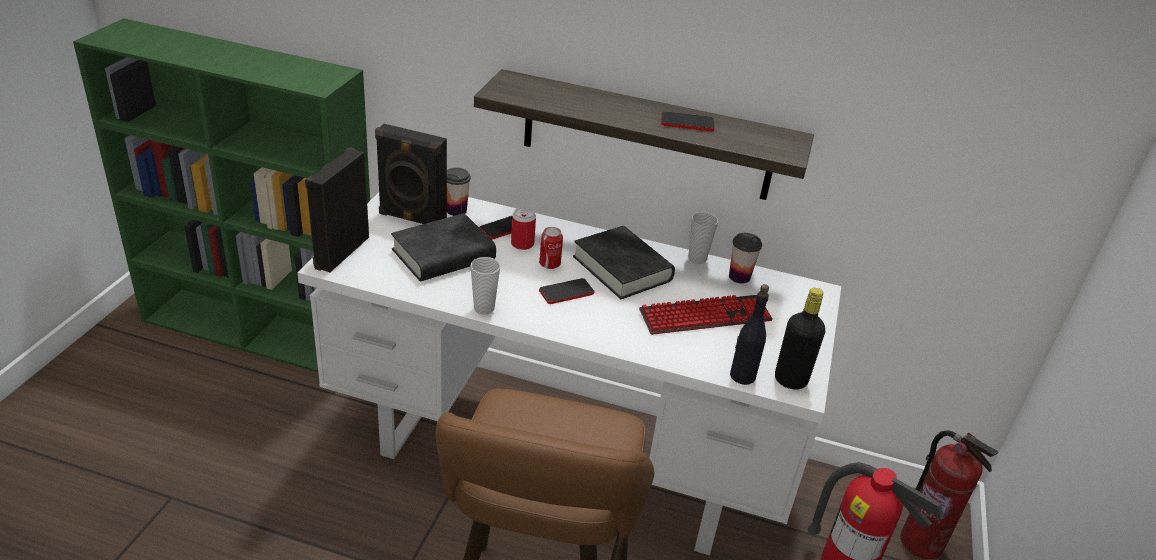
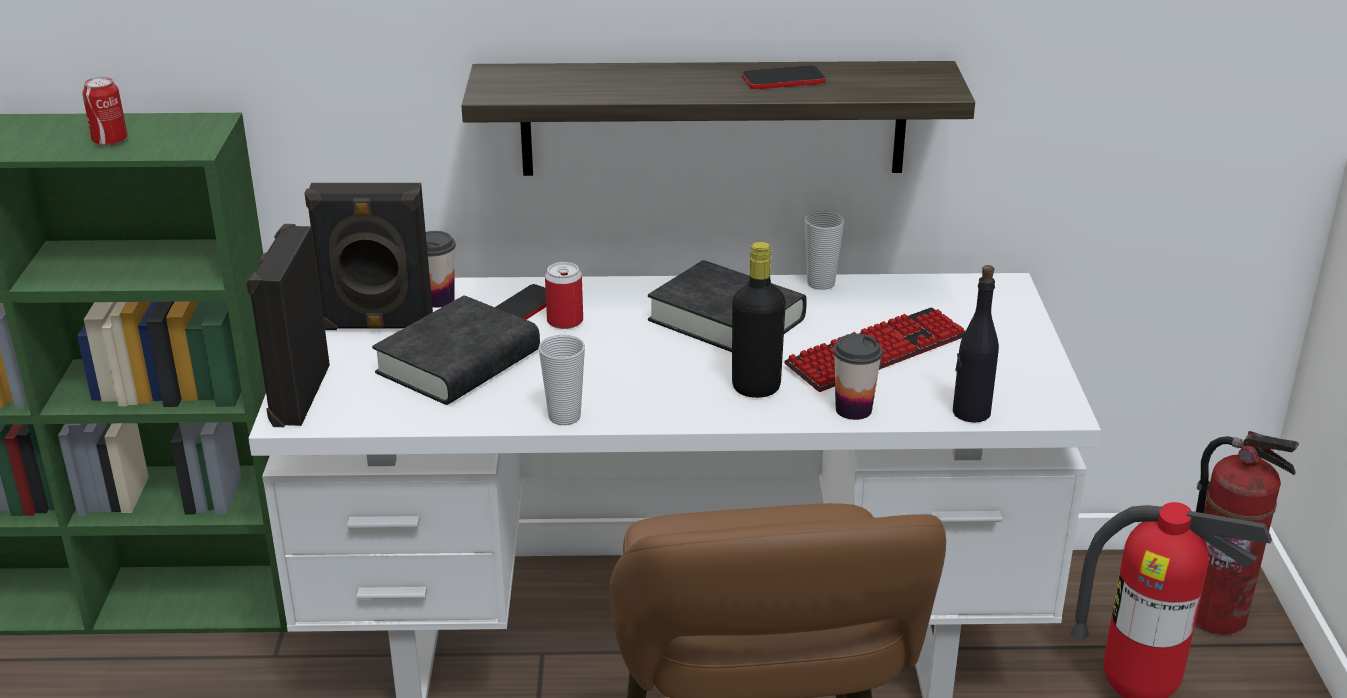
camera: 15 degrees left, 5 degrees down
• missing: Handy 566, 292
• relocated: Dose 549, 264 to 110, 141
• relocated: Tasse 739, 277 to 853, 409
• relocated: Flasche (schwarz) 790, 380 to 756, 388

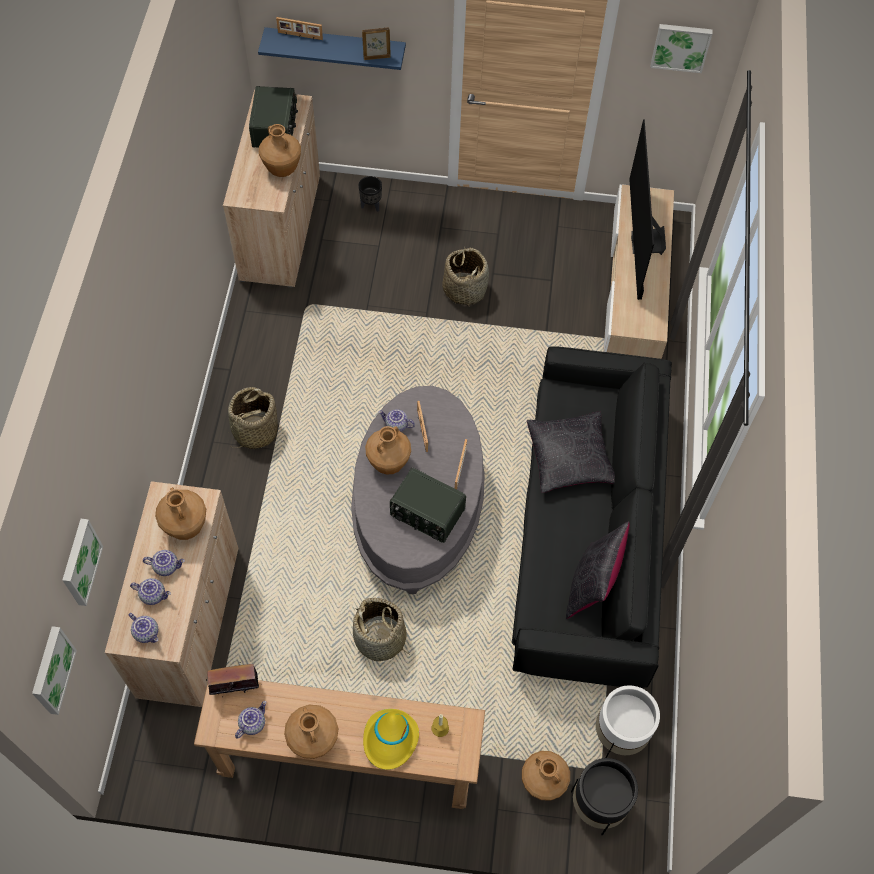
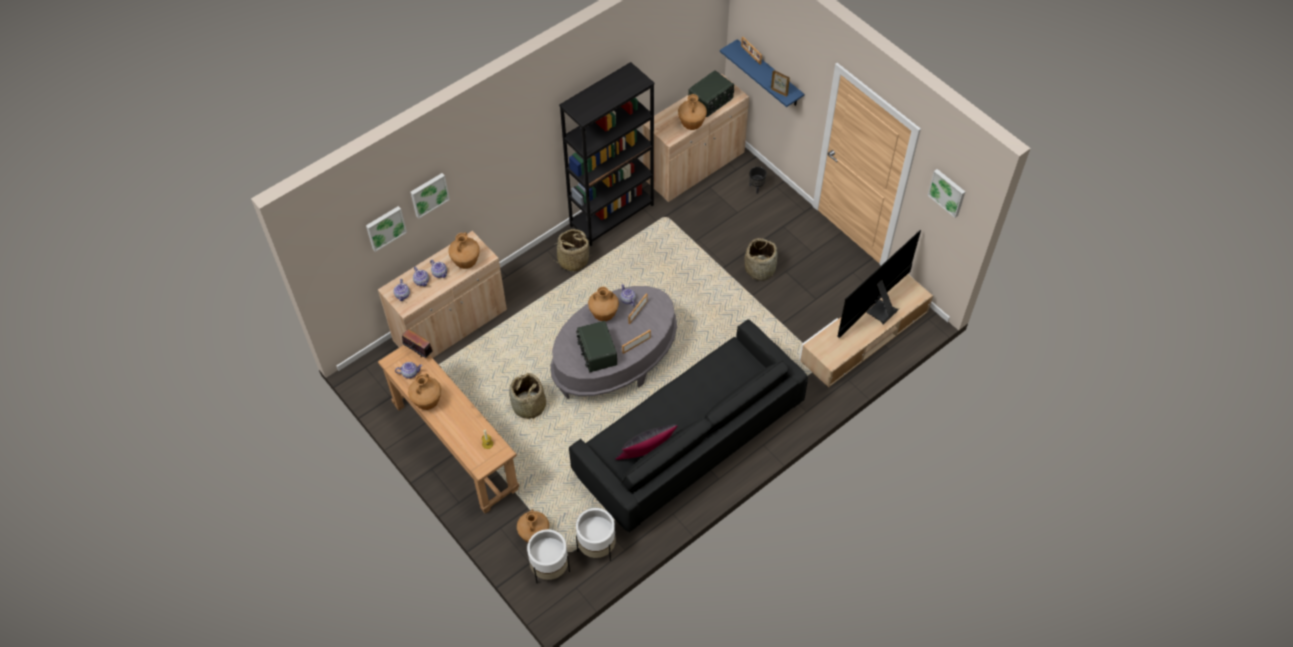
camera: 45 degrees right, 5 degrees down
• missing: Hut (gelb) 390, 740
• missing: Kissen (schwarz) 569, 458
• appeared: Bücherregal (schwarz) 612, 215
• relocated: Bild 51, 670 to 429, 194
• colour: Pflanzkübel (schwarz) 598, 805 to Pflanzkübel (weiß) 550, 568

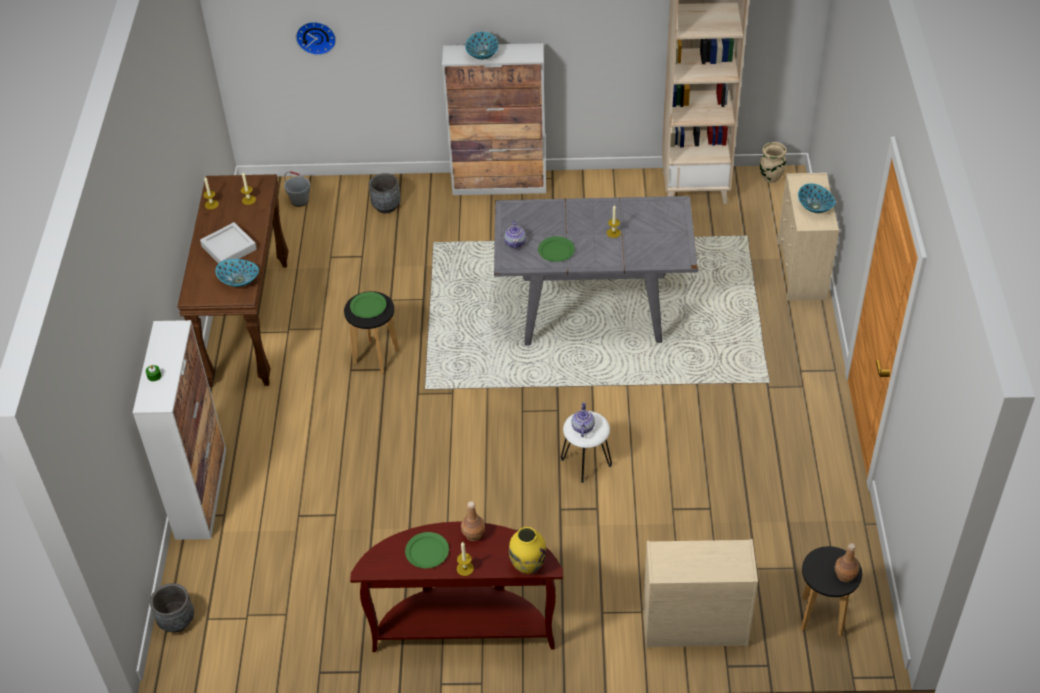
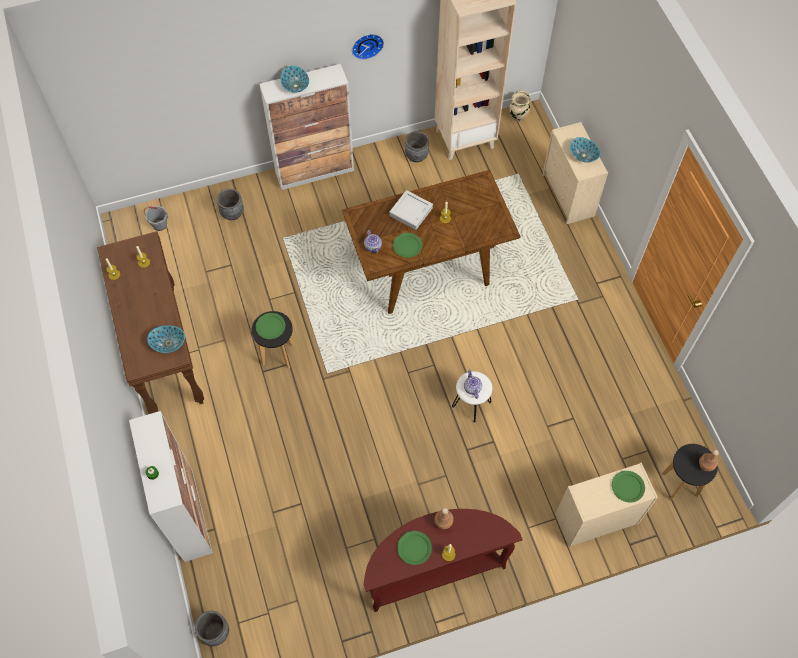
camera: 20 degrees left, 15 degrees up
• missing: Vase (gelb) 527, 565
• appeared: Pflanzkübel (grau) 416, 156
• appeared: Teller (grün) 627, 486
• relocated: Tablett (grau) 229, 248 to 411, 212
• relocated: Wanduhr 316, 36 to 367, 44
• colour: Esstisch (grau) 593, 309 to Esstisch (braun) 428, 268

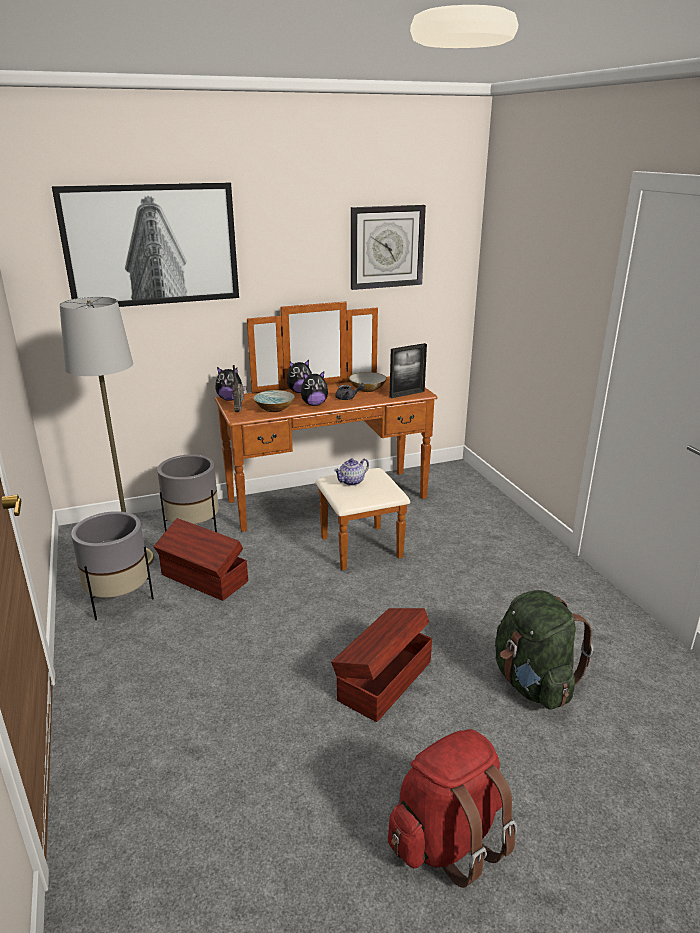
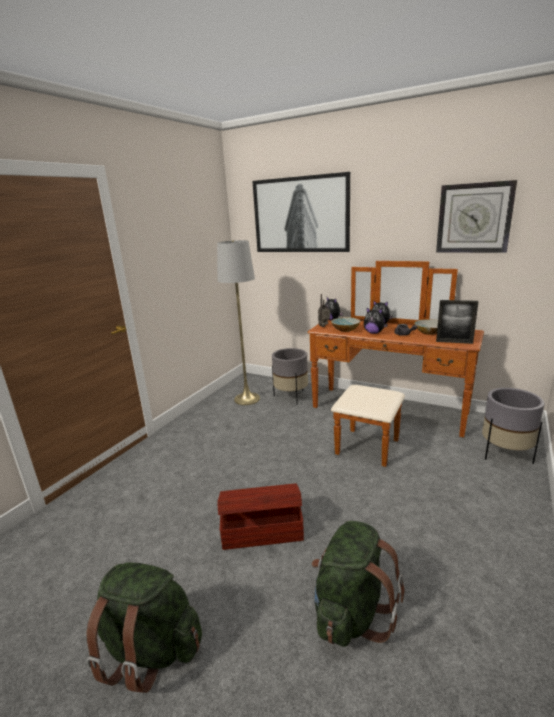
camera: 50 degrees right, 5 degrees down
• missing: Aufbewahrungsbox (braun) 204, 579
• missing: Teekanne 352, 482
• relocated: Pflanzkübel (grau) 119, 601 to 505, 454
• colour: Rucksack (rot) 448, 839 to Rucksack (grün) 150, 650

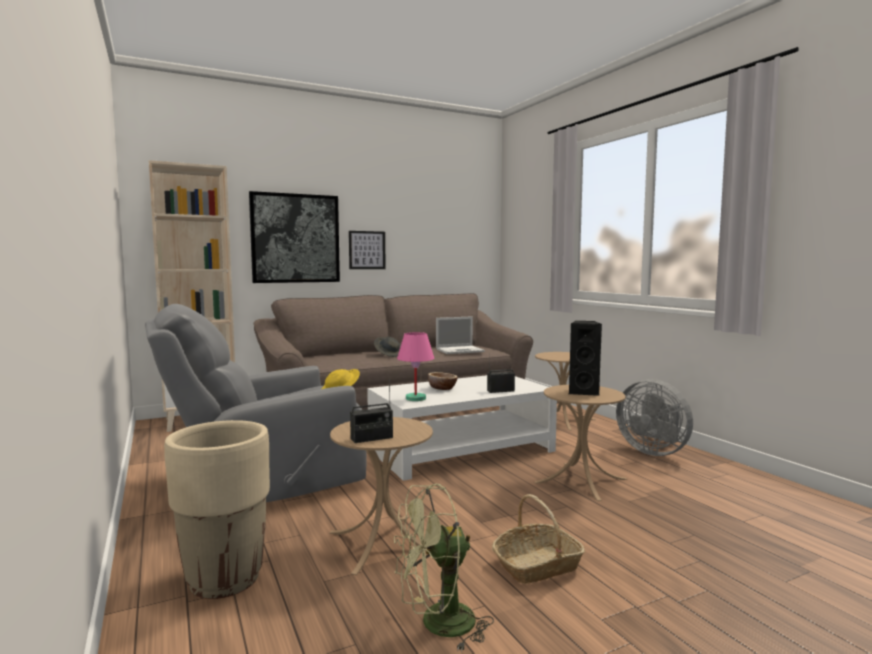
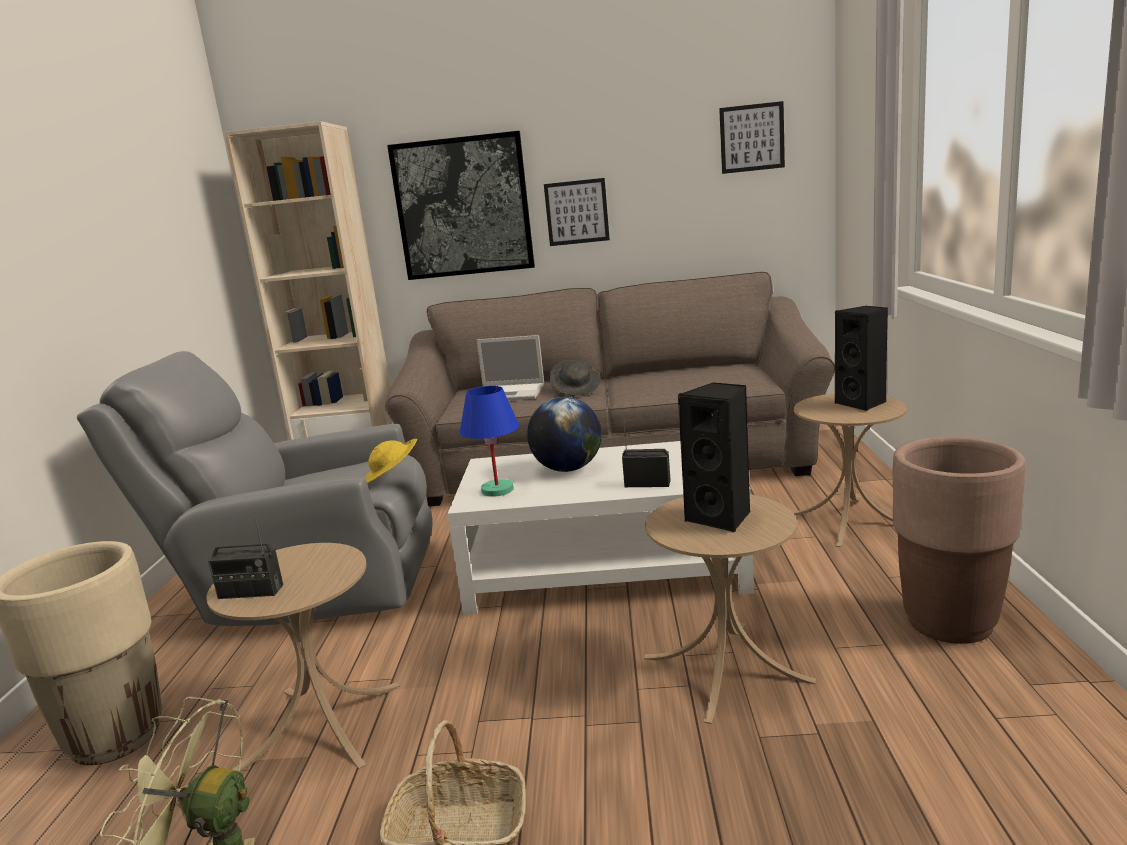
camera: 30 degrees right, 10 degrees up
• appeared: Bild 752, 138
• appeared: Lautsprecher (schwarz) 862, 403
• relocated: Laptop 460, 350 to 510, 393
• exchanged: Schüssel 442, 388 to Globus 568, 469
• exchanged: Ventilator (grau) 653, 451 to Pflanzkübel (braun) 950, 623
• colour: Tischlampe (rosa) 416, 398 to Tischlampe (blau) 498, 490

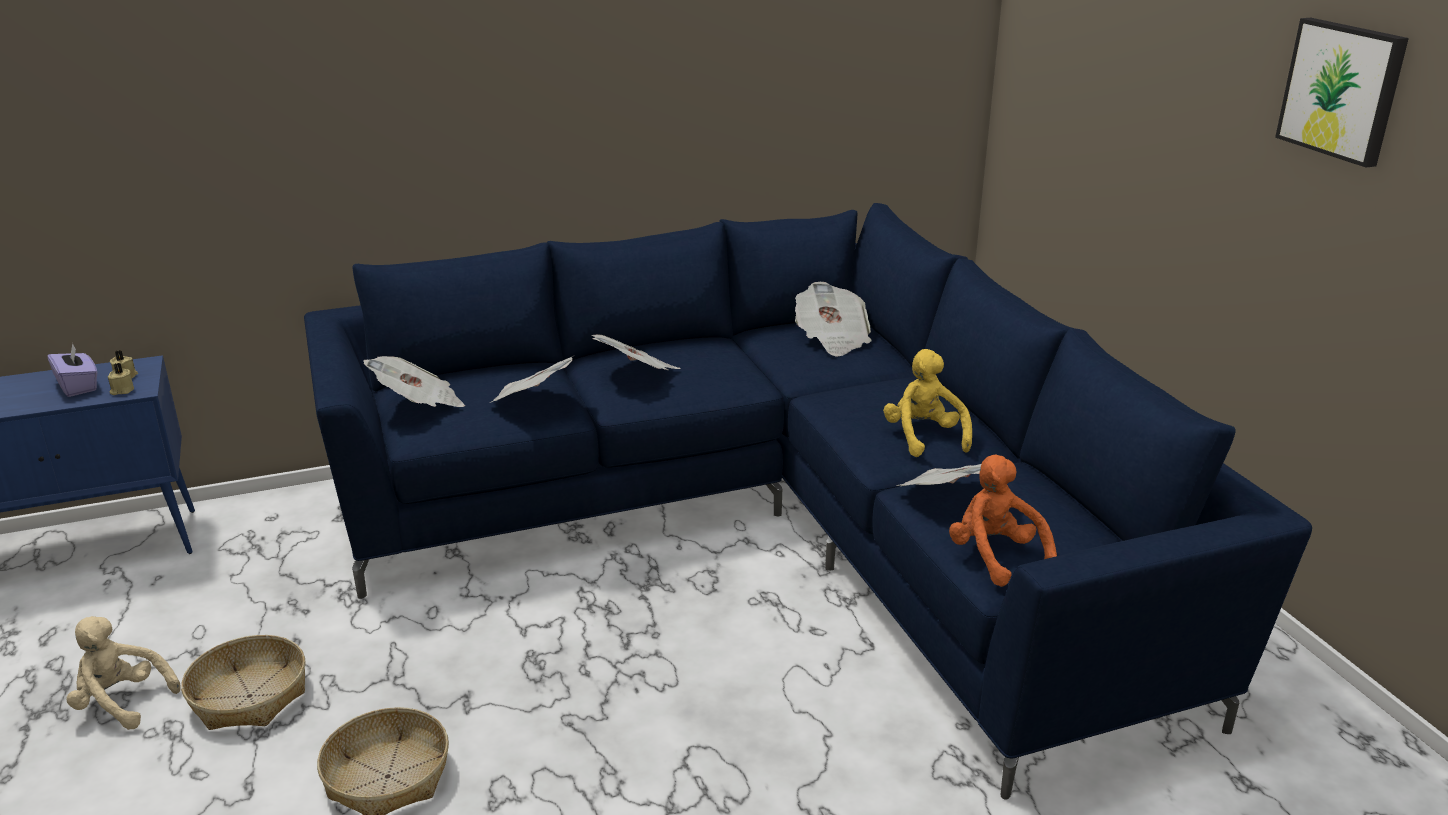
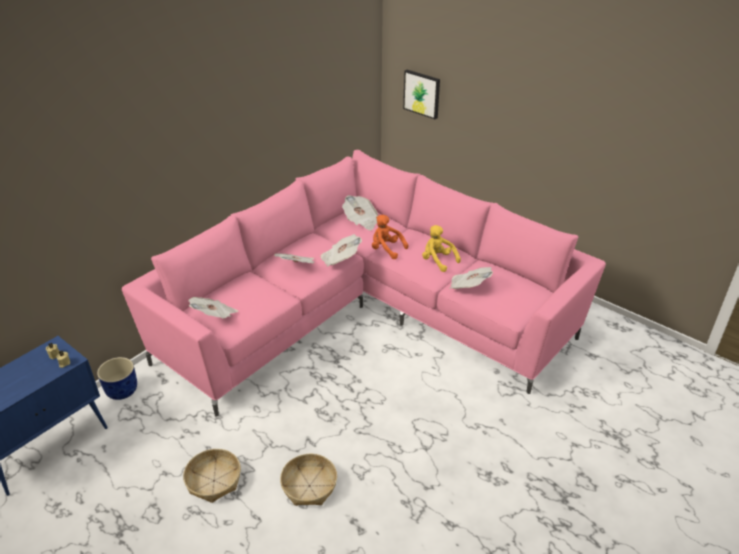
camera: 30 degrees left, 10 degrees up
• missing: Taschentuchbox (lila) 78, 386
• missing: Plüschtier (beige) 121, 703
• appeared: Pflanzkübel (blau) 122, 390
• relocated: Zeitung 533, 401 to 340, 259
• relocated: Plüschtier (orange) 995, 556 to 386, 249
• relocated: Bild 1342, 90 to 422, 93
• colour: Sofa (blau) 772, 527 to Sofa (rosa) 364, 313

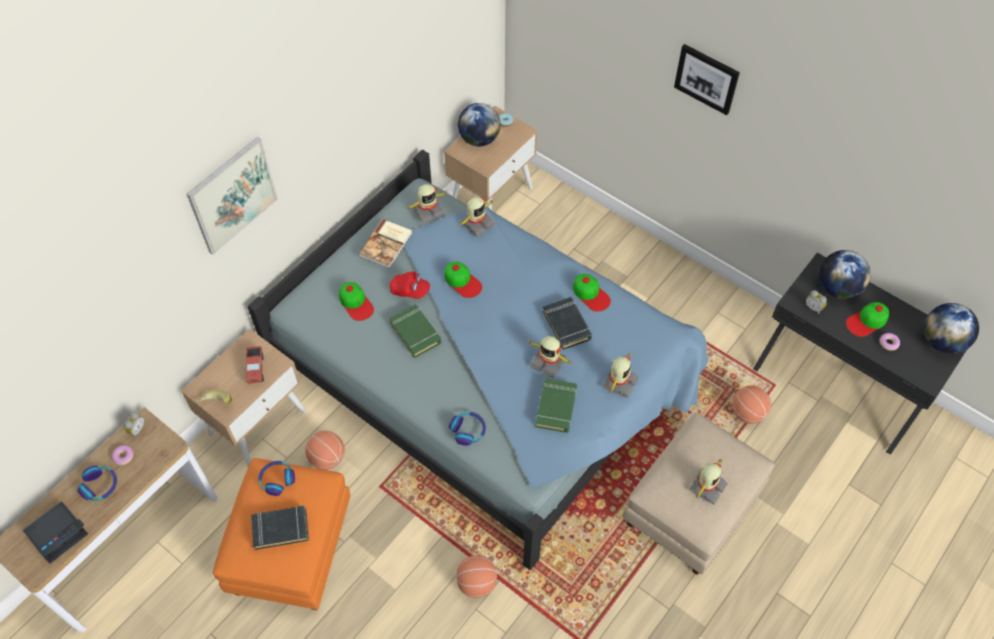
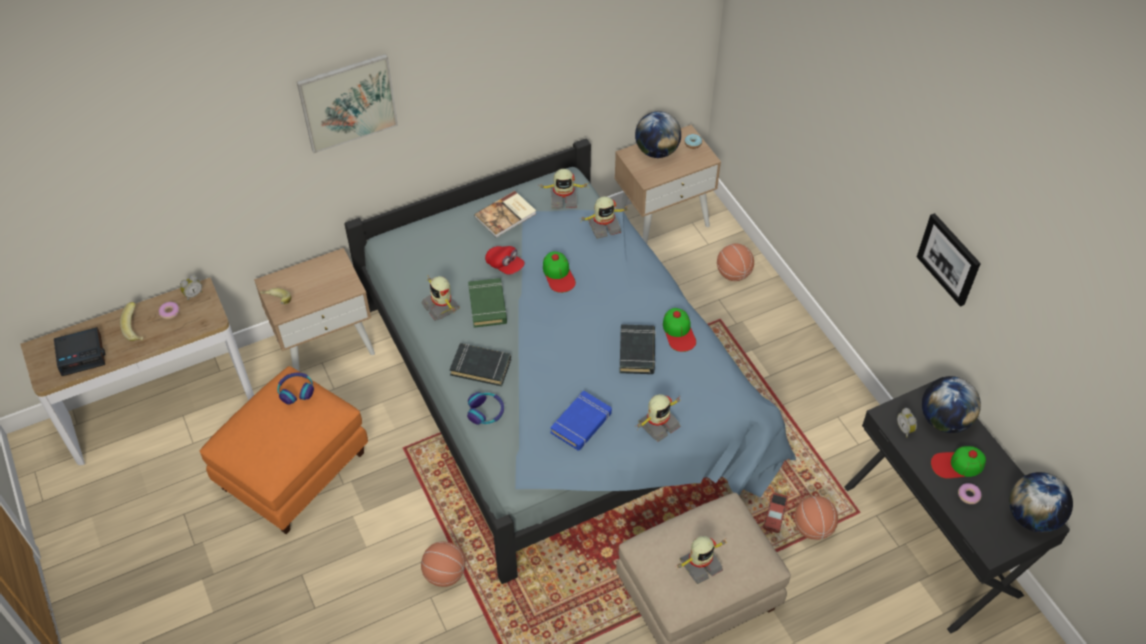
camera: 25 degrees right, 5 degrees down
• missing: Kappe 356, 303
• relocated: Spielzeuglaster 255, 368 to 774, 516
• relocated: Buch (schwarz) 280, 528 to 481, 367
• relocated: Basketball 327, 458 to 733, 273
• relocated: Spielzeugroboter 548, 362 to 441, 306
• relocated: Bild 707, 78 to 949, 259
• exchanged: Kopfhörer 100, 486 to Banane 137, 329
• colour: Buch (grün) 556, 407 to Buch (blau) 581, 423

